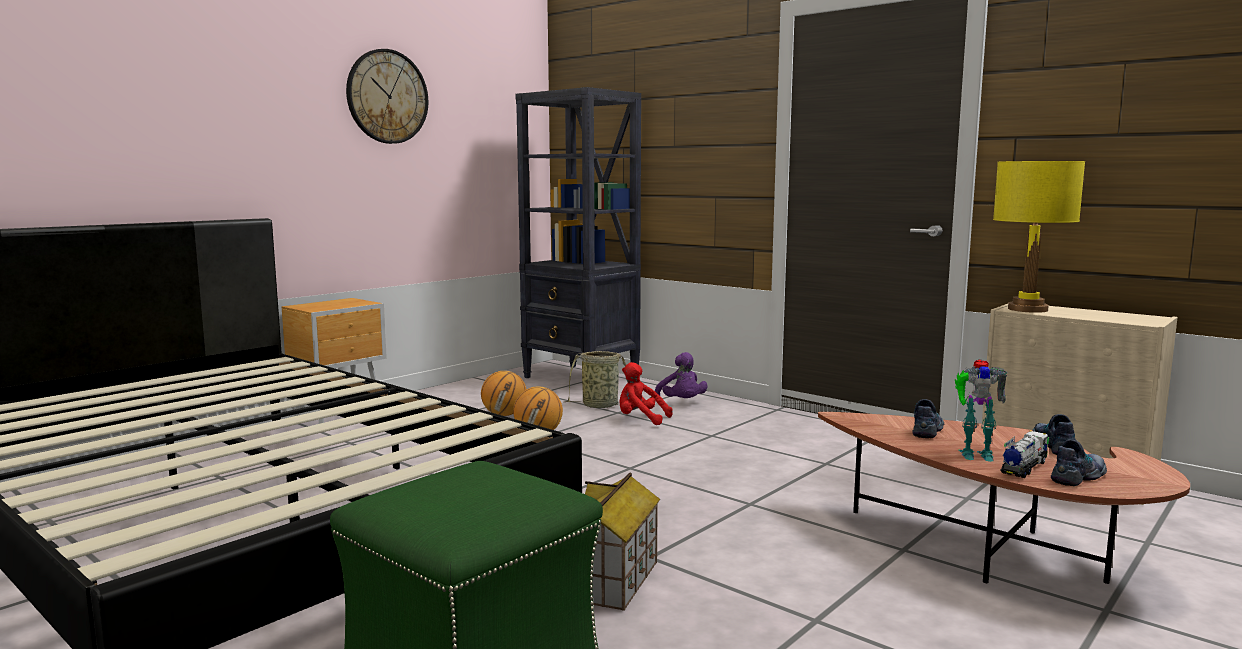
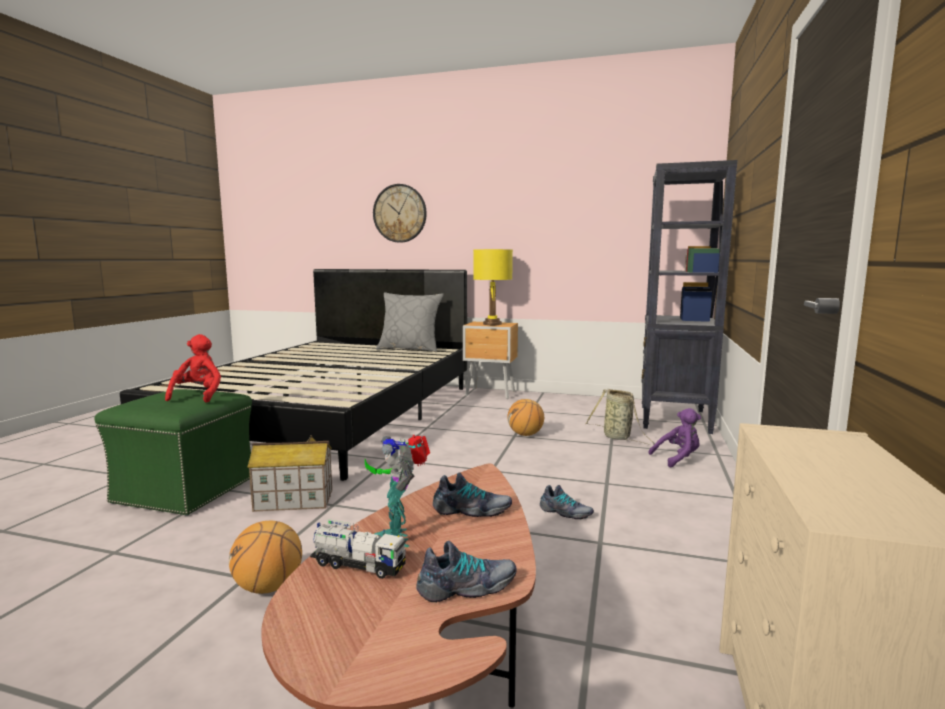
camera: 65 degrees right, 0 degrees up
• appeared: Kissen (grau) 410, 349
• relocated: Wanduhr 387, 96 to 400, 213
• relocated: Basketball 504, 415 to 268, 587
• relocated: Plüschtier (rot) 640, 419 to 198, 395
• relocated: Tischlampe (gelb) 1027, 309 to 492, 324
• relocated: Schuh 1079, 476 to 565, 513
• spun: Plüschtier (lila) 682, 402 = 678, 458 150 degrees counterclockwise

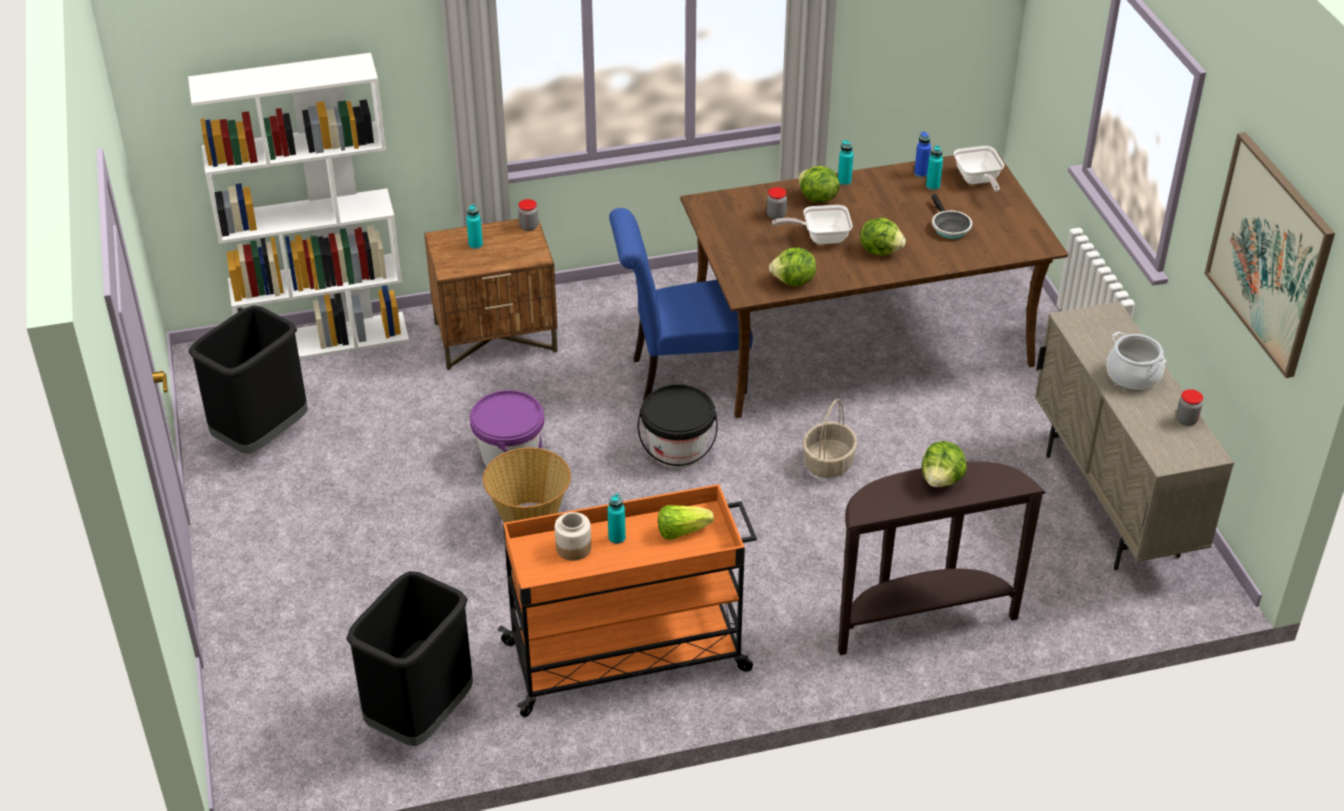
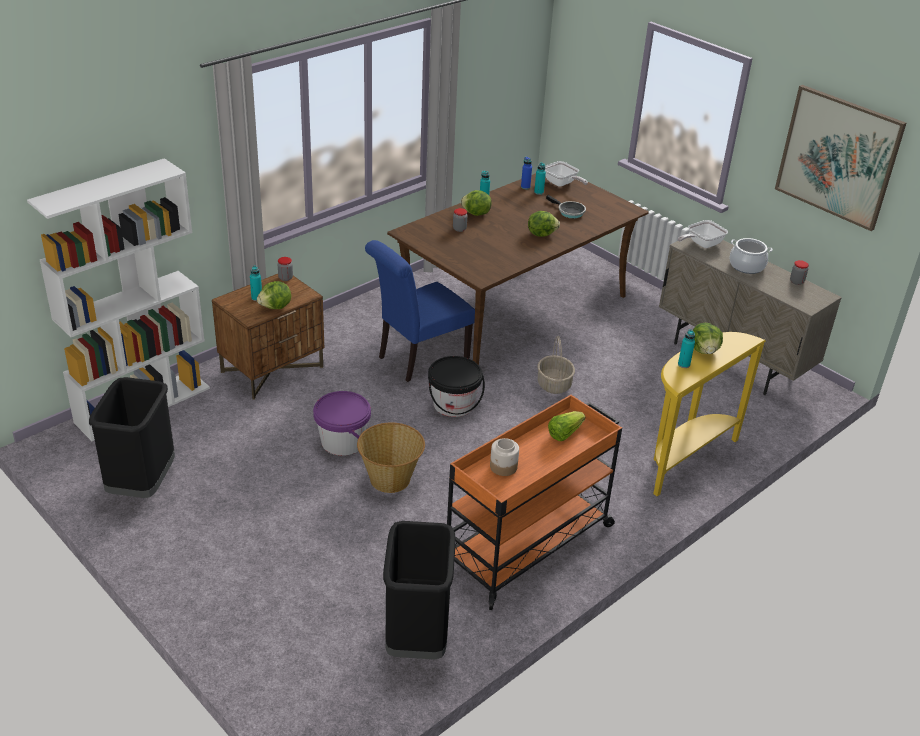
camera: 30 degrees left, 5 degrees down
• relocated: Flasche (türkis) 617, 538 to 683, 364
• relocated: Salatkopf 793, 282 to 276, 307
• relocated: Pfanne 820, 237 to 701, 244
• colour: Konsolentisch (braun) 920, 619 to Konsolentisch (gelb) 684, 458

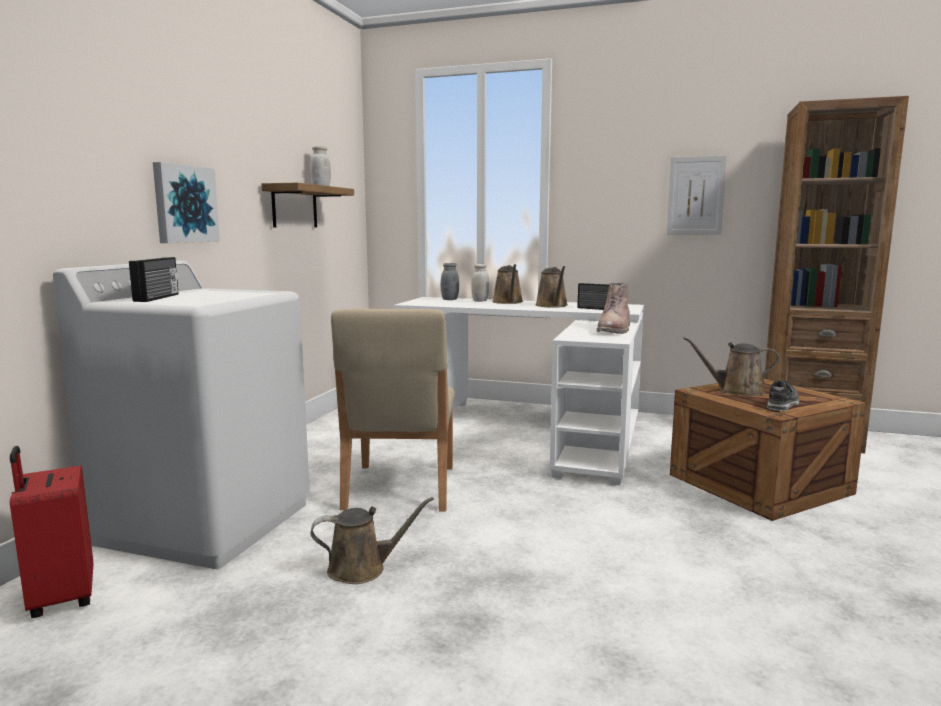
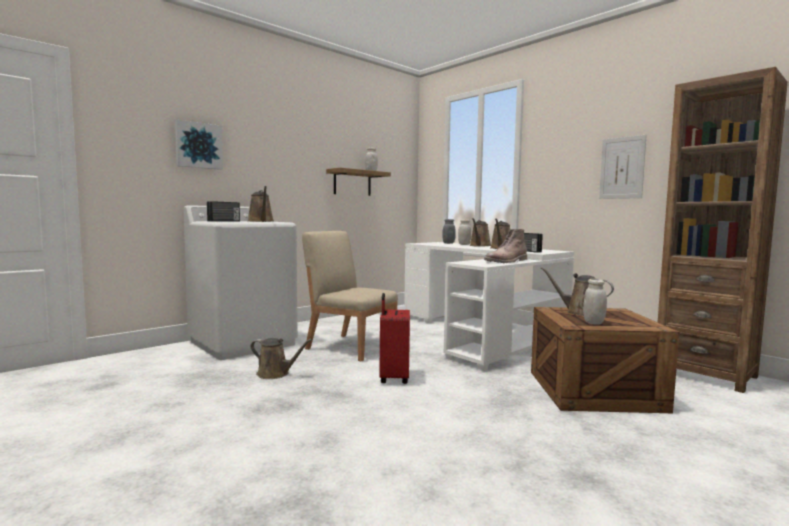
camera: 30 degrees right, 5 degrees down
• appeared: Gießkanne (braun) 261, 221
• relocated: Koffer (rot) 60, 598 to 393, 378
• relocated: Bild 184, 204 to 198, 145
• exchanged: Schuh 782, 405 to Vorratsglas (weiß) 593, 323
• spun: Stuhl (beige) 399, 488 = 350, 347 90 degrees clockwise

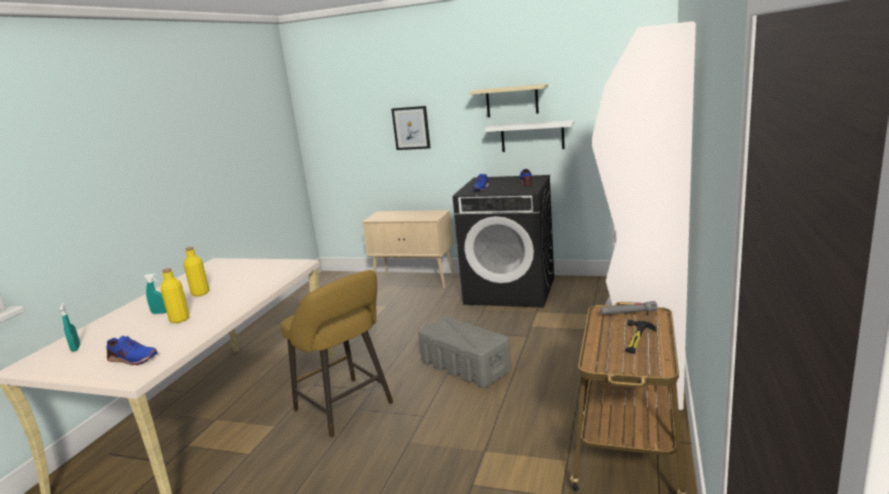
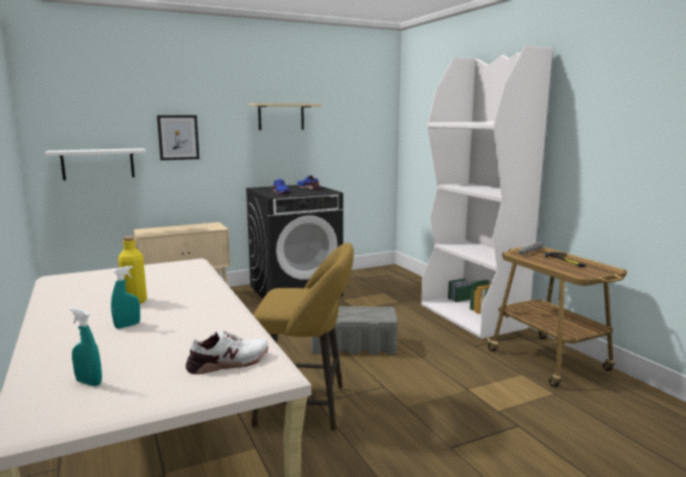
camera: 45 degrees left, 5 degrees down
• missing: Flasche (gelb) 179, 319
• relocated: Wandregal (weiß) 532, 136 to 98, 164
• colour: Schuh (blau) 132, 359 to Schuh (weiß) 228, 363

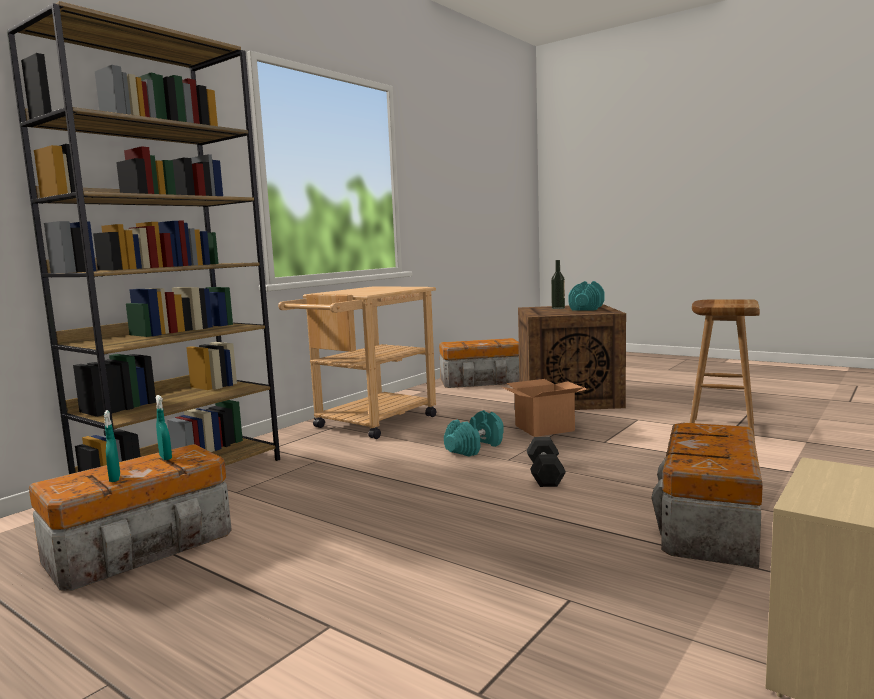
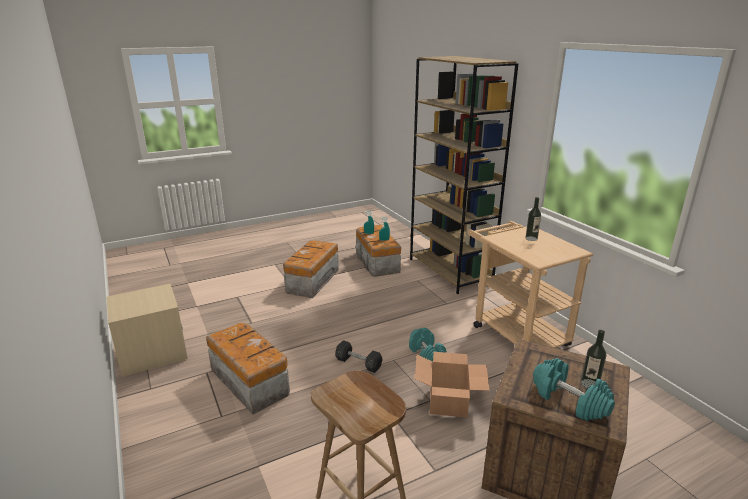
camera: 115 degrees right, 15 degrees up
• appeared: Flasche 531, 238
• relocated: Aufbewahrungsbox 482, 381 to 311, 281

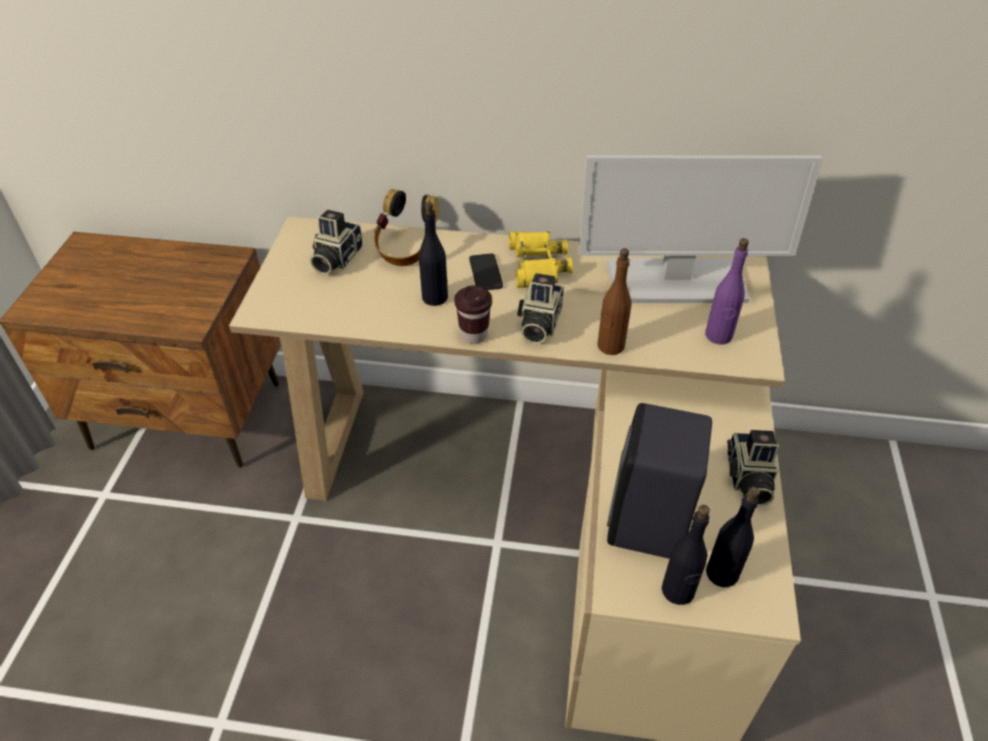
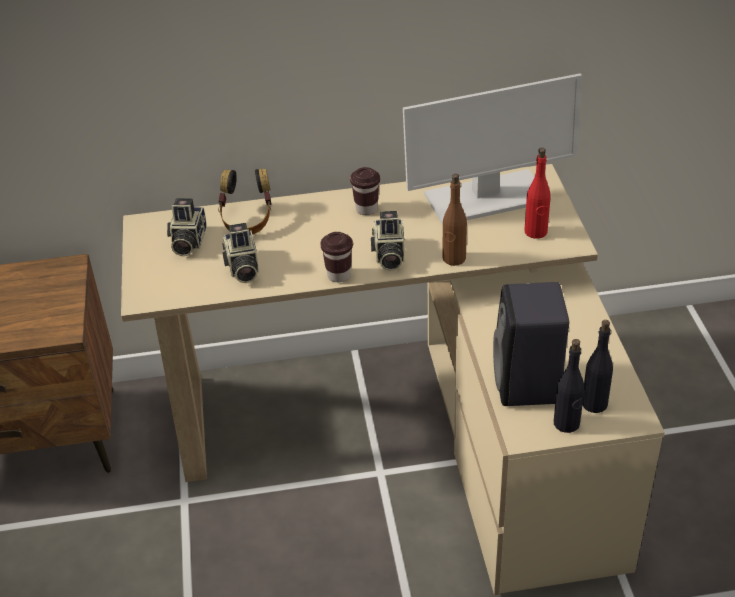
camera: 15 degrees left, 5 degrees down
• missing: Flasche (schwarz) 434, 297
• missing: Handy 485, 272
• relocated: Kamera 747, 479 to 242, 268
• exchanged: Fernglas (gelb) 537, 265 to Tasse (braun) 366, 209
• colour: Flasche (lila) 718, 336 to Flasche (rot) 536, 232

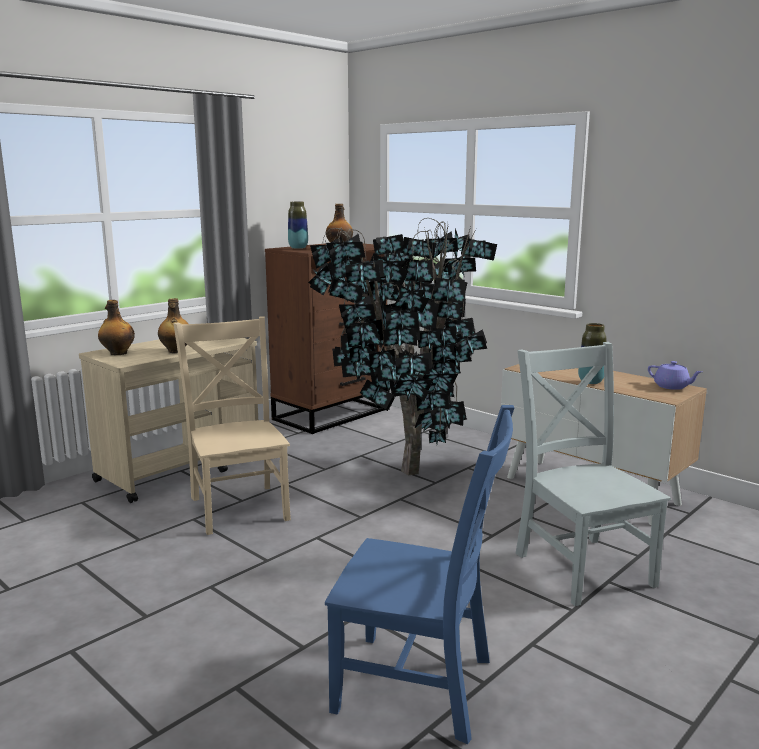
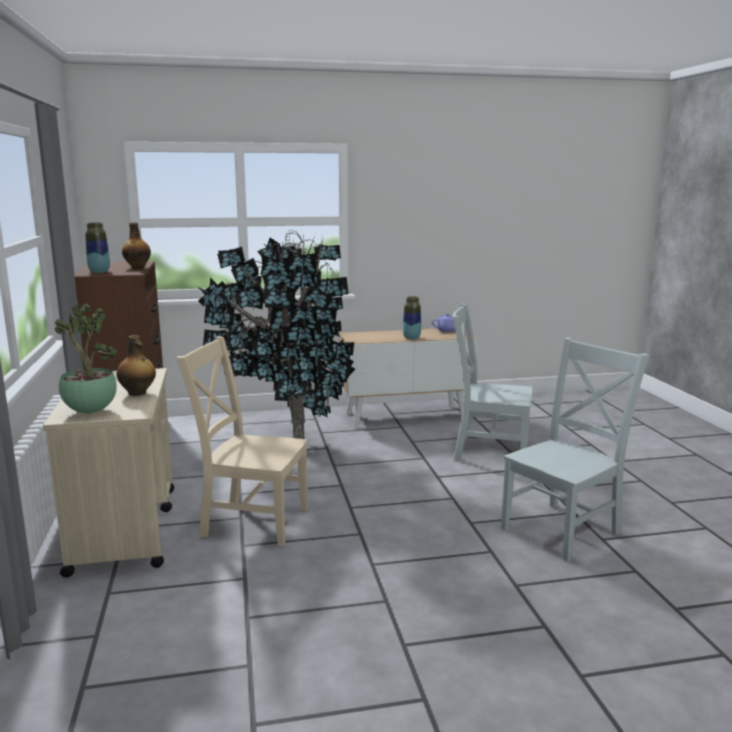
camera: 55 degrees left, 0 degrees up
• exchanged: Flasche 118, 353 to Topfpflanze 89, 411
• colour: Stuhl (blau) 421, 687 to Stuhl (grau) 564, 529

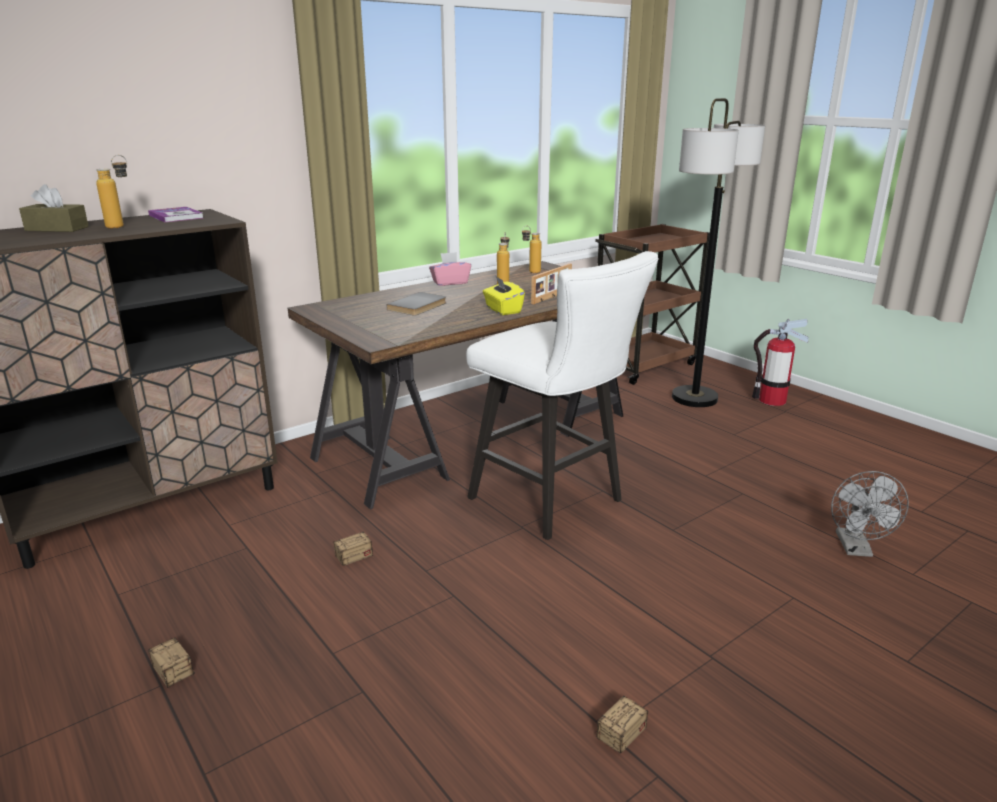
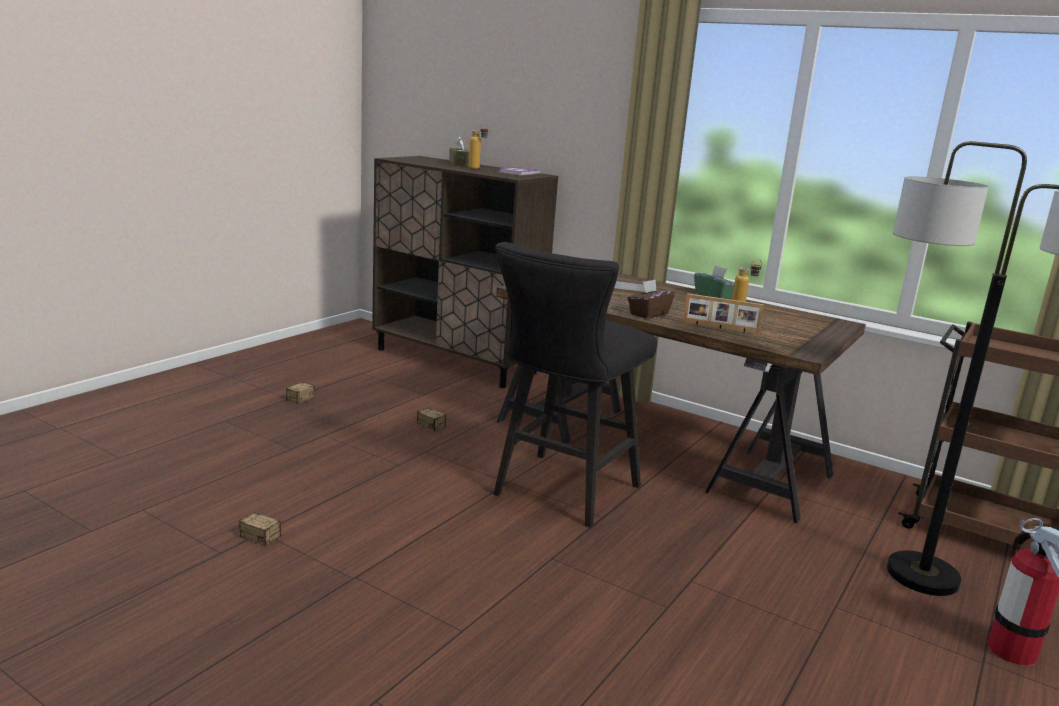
camera: 70 degrees right, 5 degrees down
• missing: Flasche 530, 272
• missing: Ventilator (grau) 856, 549
• colour: Taschentuchbox (rosa) 450, 282 to Taschentuchbox (grün) 714, 296
• colour: Hocker (weiß) 554, 502 to Hocker (schwarz) 560, 493
• colour: Taschentuchbox (gelb) 503, 310 to Taschentuchbox (braun) 648, 314

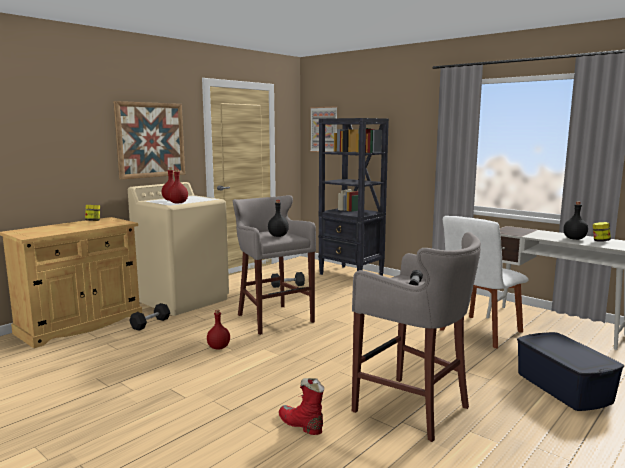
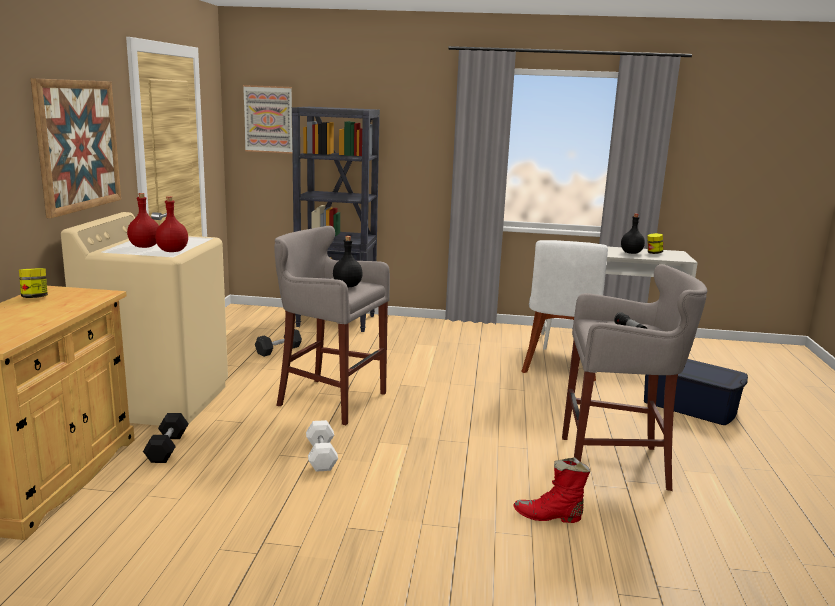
camera: 35 degrees left, 5 degrees up
• exchanged: Flasche (rot) 218, 347 to Hantel (weiß) 321, 456

